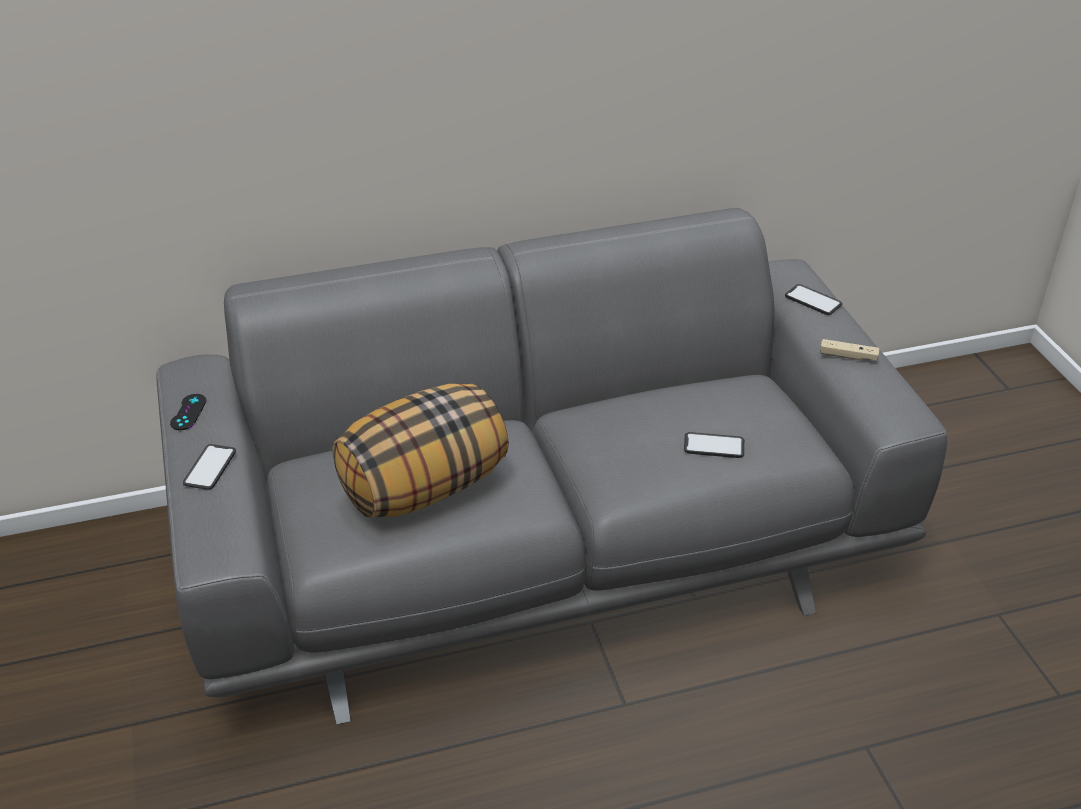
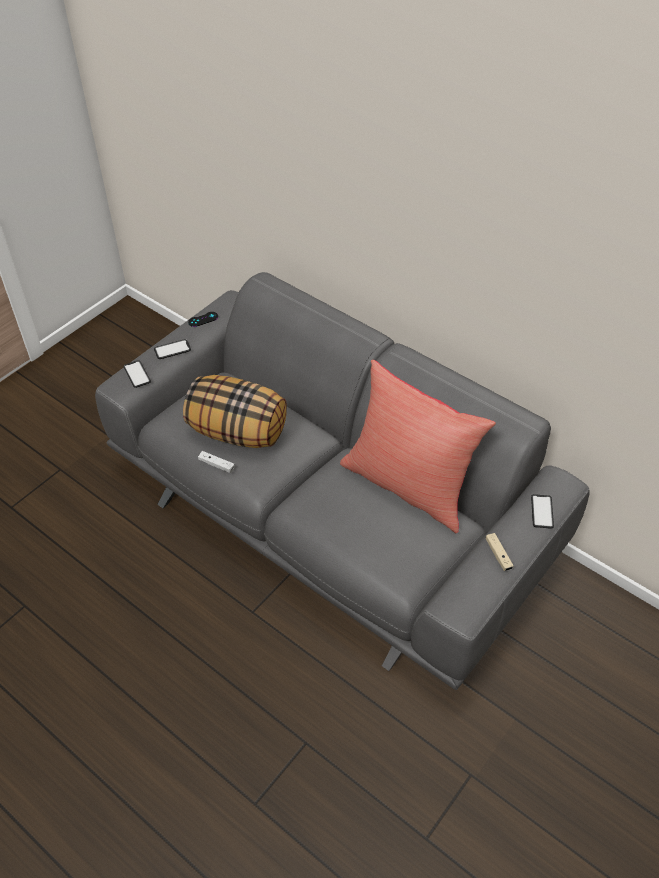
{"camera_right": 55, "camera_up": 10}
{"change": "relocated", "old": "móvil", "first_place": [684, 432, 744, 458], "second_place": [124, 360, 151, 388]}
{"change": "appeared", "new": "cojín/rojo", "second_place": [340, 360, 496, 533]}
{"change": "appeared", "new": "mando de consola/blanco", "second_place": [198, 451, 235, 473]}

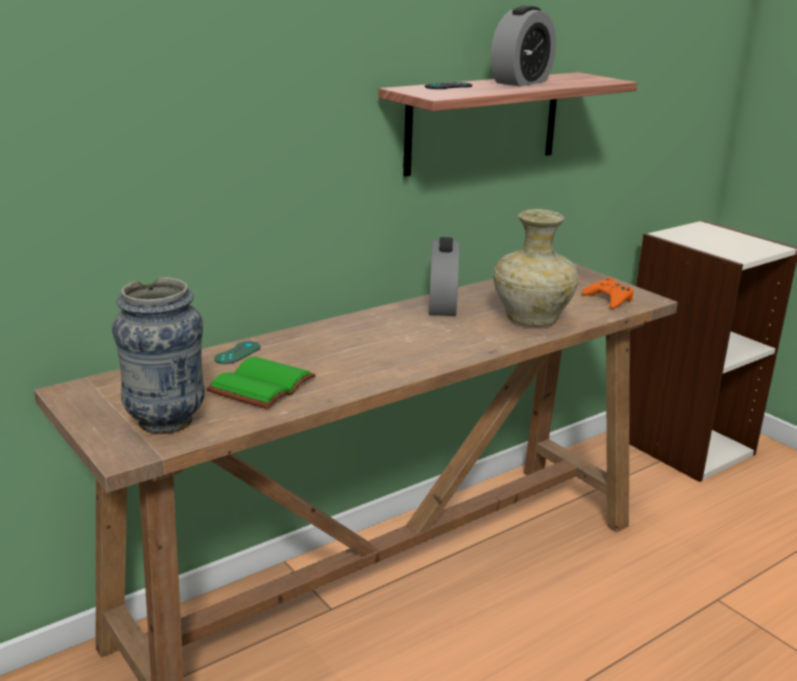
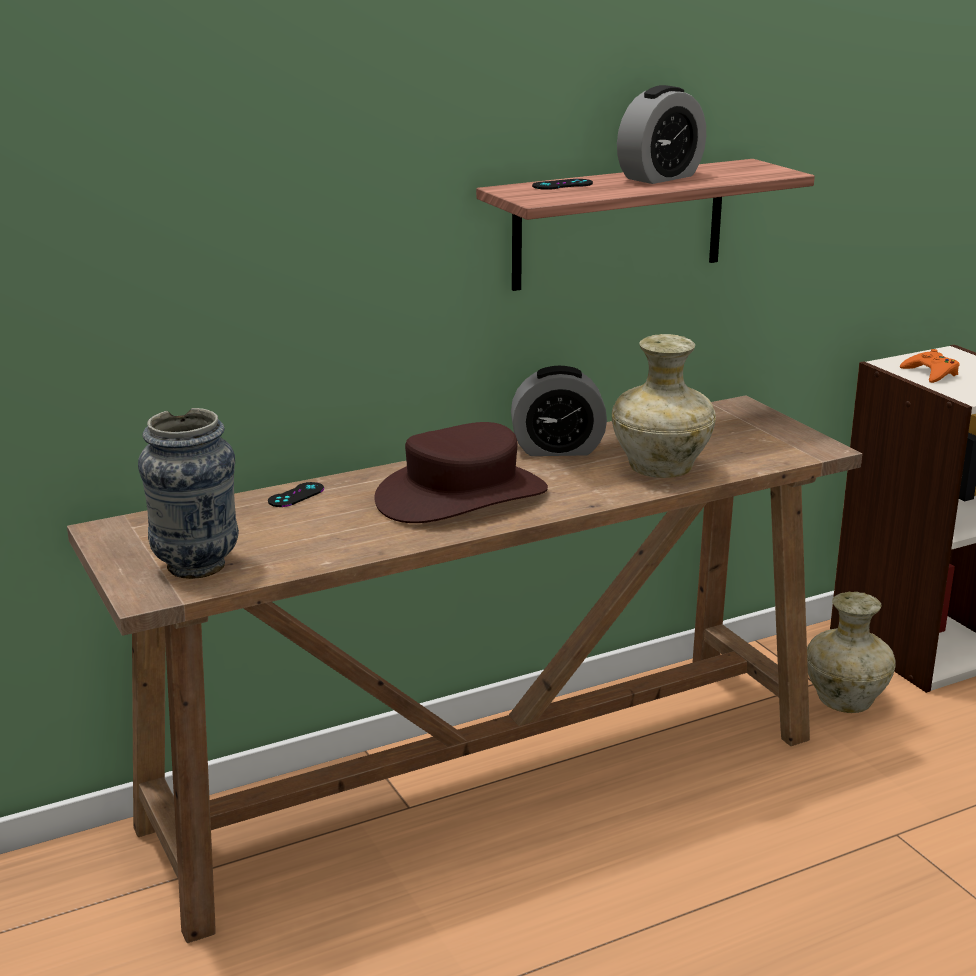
{"camera_right": 10, "camera_up": 0}
{"change": "spun", "old": "despertador", "first_place": [429, 237, 460, 316], "second_place": [511, 366, 607, 456], "degrees": -105}
{"change": "relocated", "old": "mando de consola/naranja", "first_place": [581, 278, 634, 309], "second_place": [900, 349, 959, 383]}
{"change": "colour", "old": "mando de consola/verde", "new": "mando de consola/negro", "first_place": [214, 341, 260, 364], "second_place": [268, 482, 324, 507]}
{"change": "missing", "old": "libro/verde", "first_place": [206, 356, 316, 409]}
{"change": "appeared", "new": "sombrero/marrón", "second_place": [374, 422, 548, 523]}
{"change": "appeared", "new": "florero/beis", "second_place": [807, 592, 896, 713]}

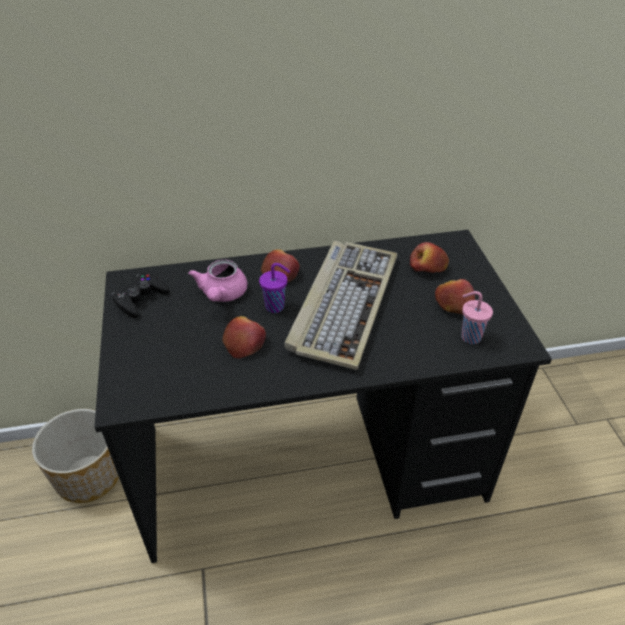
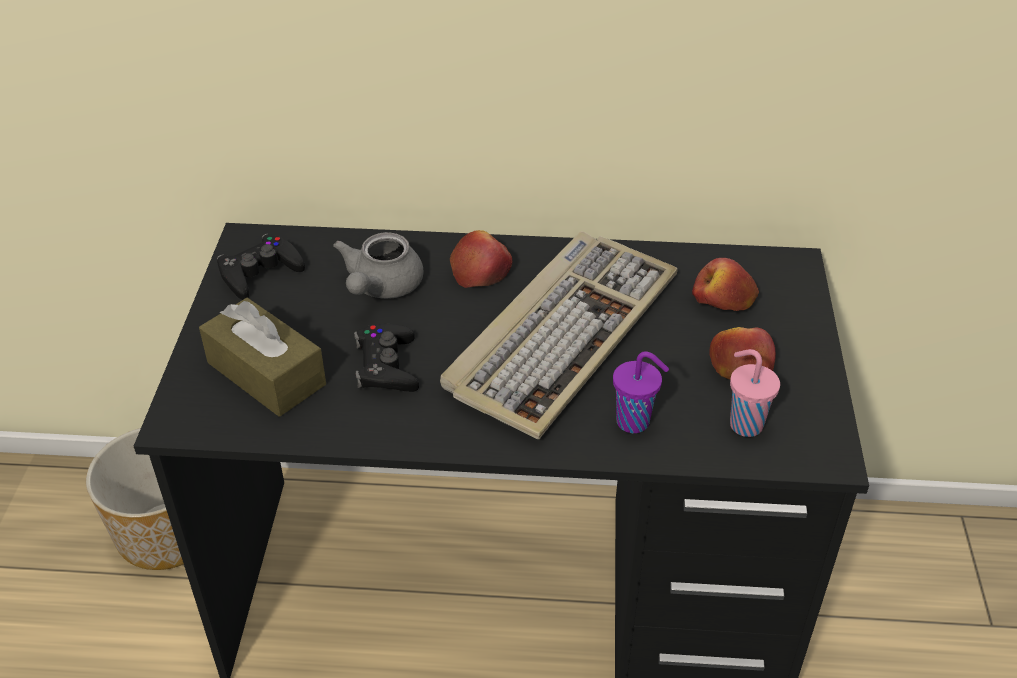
{"camera_right": 15, "camera_up": 0}
{"change": "colour", "old": "tetera/rosa", "new": "tetera/gris", "first_place": [189, 260, 247, 302], "second_place": [333, 232, 424, 299]}
{"change": "relocated", "old": "taza/morado", "first_place": [259, 263, 290, 313], "second_place": [613, 351, 669, 433]}
{"change": "exchanged", "old": "manzana", "new": "mando de consola/negro", "first_place": [222, 316, 266, 359], "second_place": [354, 323, 419, 392]}
{"change": "appeared", "new": "caja de pañuelos/marrón", "second_place": [199, 298, 326, 417]}

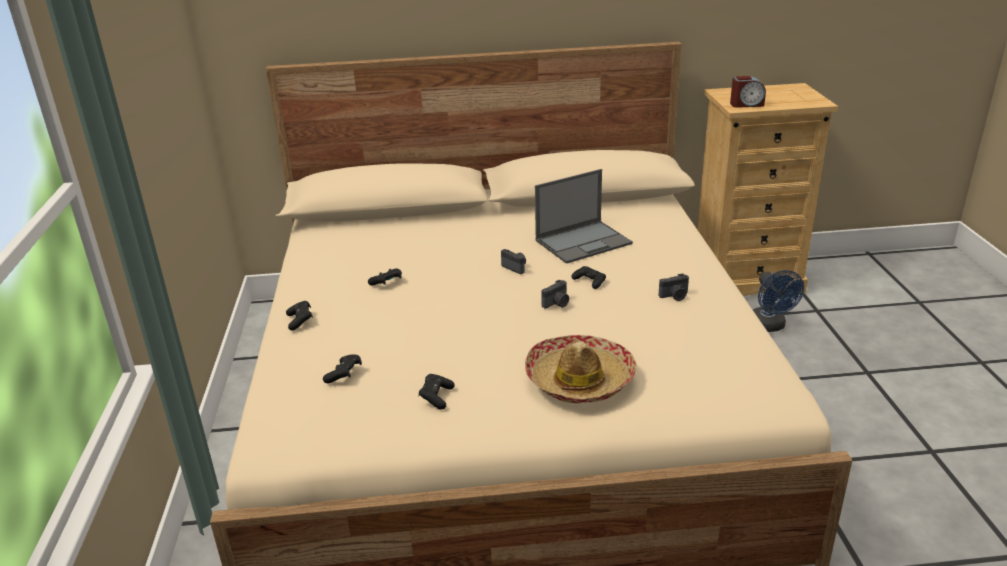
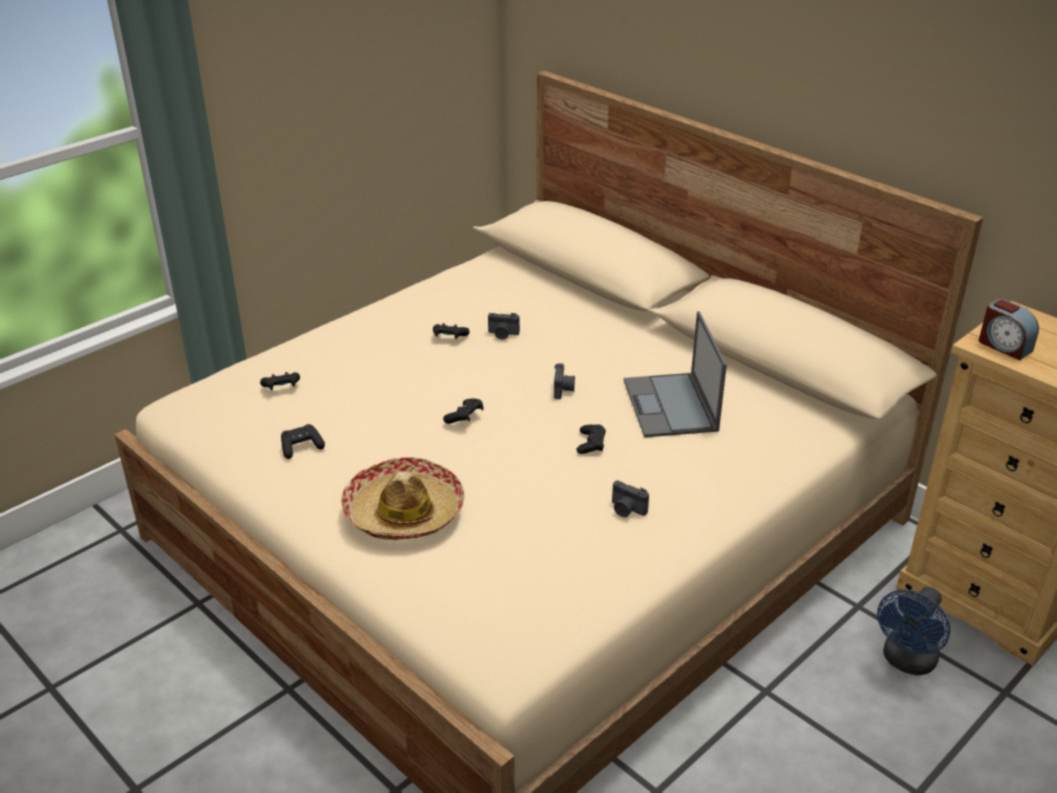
{"camera_right": 50, "camera_up": 5}
{"change": "spun", "old": "portátil", "first_place": [535, 169, 633, 264], "second_place": [624, 311, 727, 437], "degrees": 60}
{"change": "relocated", "old": "cámara", "first_place": [541, 280, 569, 308], "second_place": [488, 313, 520, 340]}
{"change": "relocated", "old": "mando de consola/negro", "first_place": [286, 301, 313, 331], "second_place": [443, 398, 483, 424]}

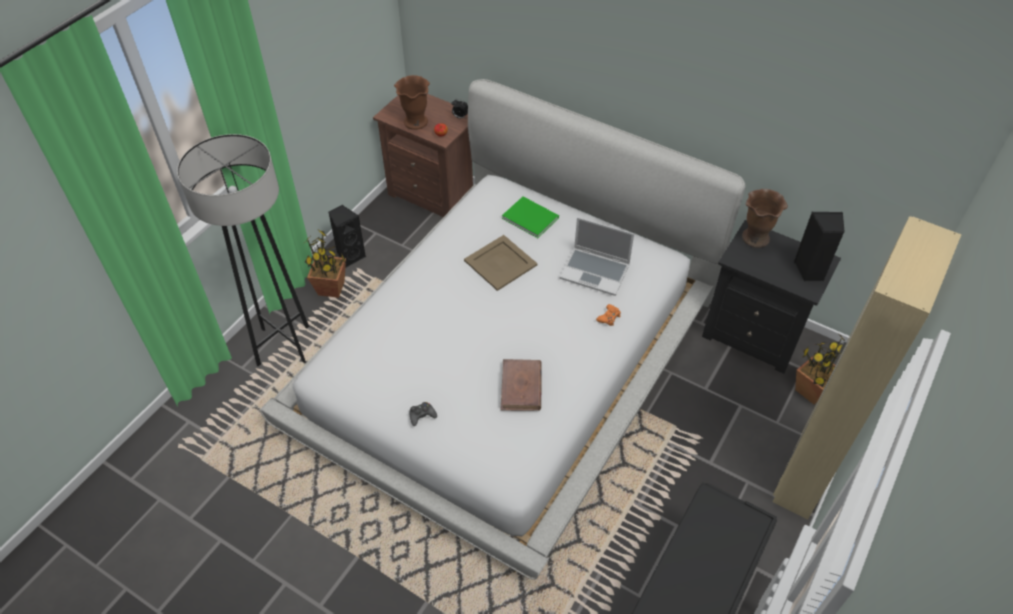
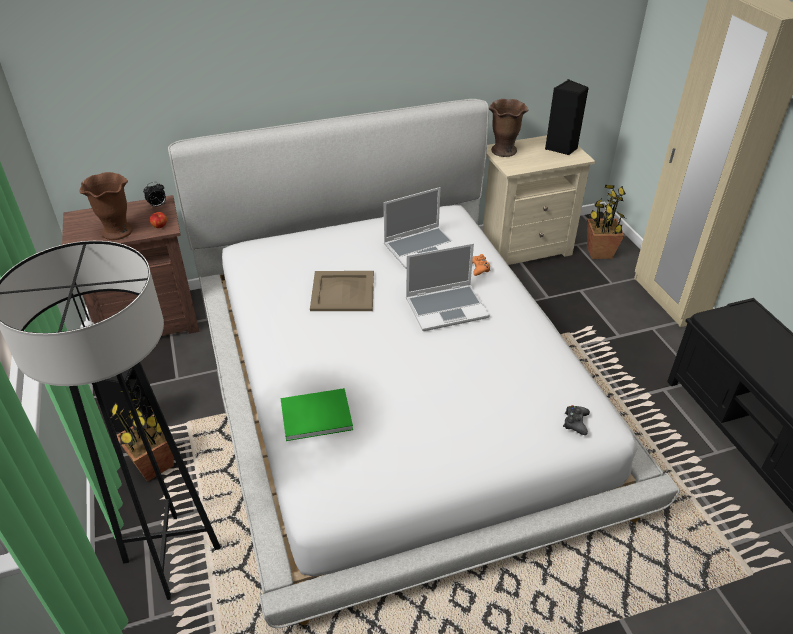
{"camera_right": -50, "camera_up": -10}
{"change": "relocated", "old": "libro/verde", "first_place": [502, 196, 559, 238], "second_place": [281, 388, 353, 441]}
{"change": "colour", "old": "mesita de noche/negro", "new": "mesita de noche/beis", "first_place": [702, 220, 841, 374], "second_place": [483, 135, 595, 265]}
{"change": "missing", "old": "libro/marrón", "first_place": [501, 359, 542, 411]}
{"change": "relocated", "old": "mando de consola/negro", "first_place": [410, 402, 437, 426], "second_place": [563, 405, 590, 435]}
{"change": "appeared", "new": "portátil", "second_place": [406, 243, 489, 331]}

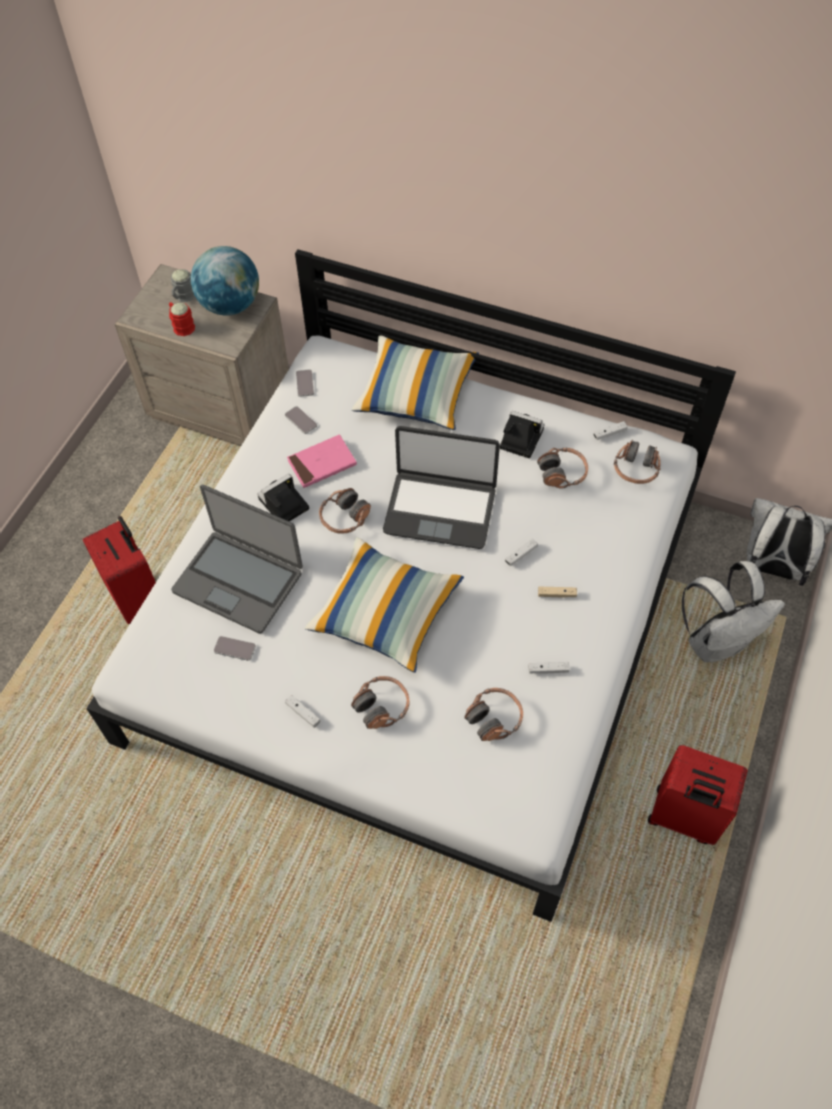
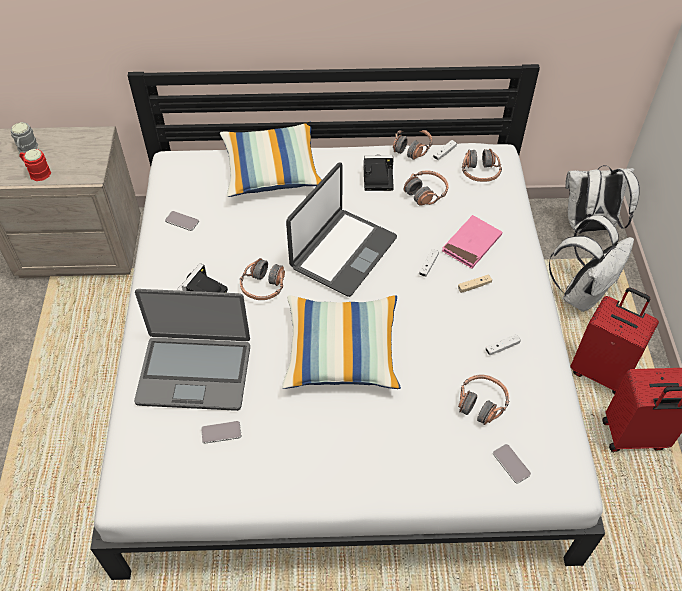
{"camera_right": -25, "camera_up": -5}
{"change": "missing", "old": "globo terráqueo", "first_place": [191, 246, 259, 315]}
{"change": "relocated", "old": "móvil", "first_place": [296, 369, 314, 397], "second_place": [493, 444, 531, 484]}
{"change": "spun", "old": "portátil", "first_place": [383, 426, 500, 549], "second_place": [286, 163, 397, 297], "degrees": -45}
{"change": "relocated", "old": "libro/rosa", "first_place": [287, 434, 357, 488], "second_place": [442, 215, 502, 268]}
{"change": "relocated", "old": "maleta/rojo", "first_place": [83, 516, 156, 624], "second_place": [571, 288, 659, 394]}
{"change": "relocated", "old": "auriculares", "first_place": [351, 676, 409, 729], "second_place": [393, 130, 432, 160]}
{"change": "missing", "old": "mando de consola/blanco", "first_place": [285, 695, 320, 728]}

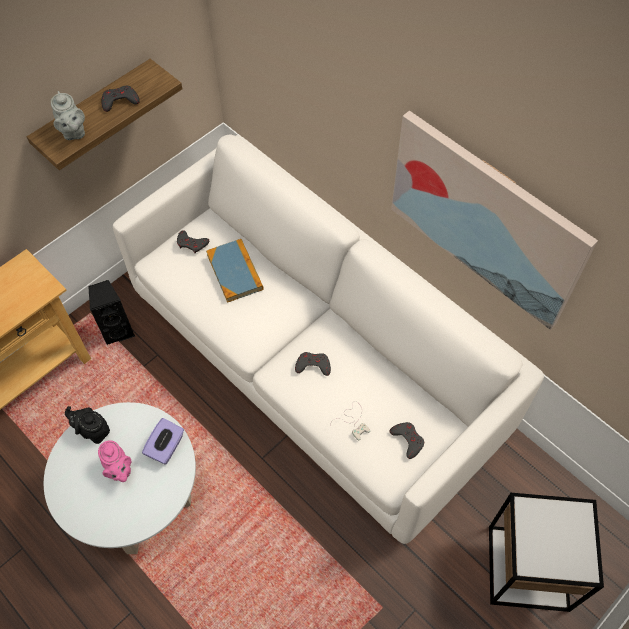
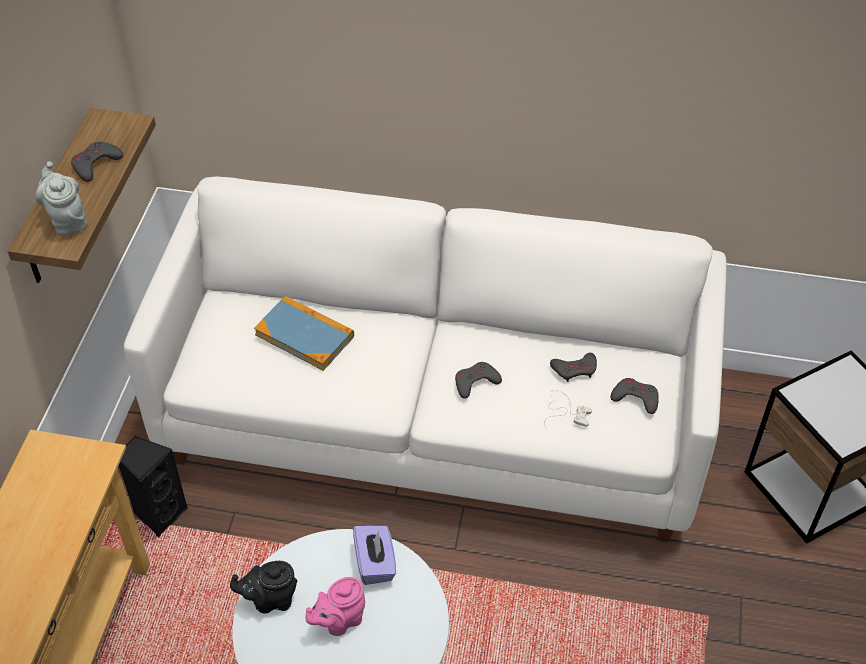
{"camera_right": -35, "camera_up": -10}
{"change": "spun", "old": "tetera/gris", "first_place": [51, 91, 85, 140], "second_place": [36, 161, 87, 235], "degrees": -150}
{"change": "missing", "old": "cuadro", "first_place": [391, 111, 598, 330]}
{"change": "relocated", "old": "mando de consola/gris", "first_place": [177, 230, 209, 254], "second_place": [550, 353, 597, 382]}
{"change": "spun", "old": "tetera/rosa", "first_place": [98, 440, 132, 482], "second_place": [305, 577, 365, 636], "degrees": 120}

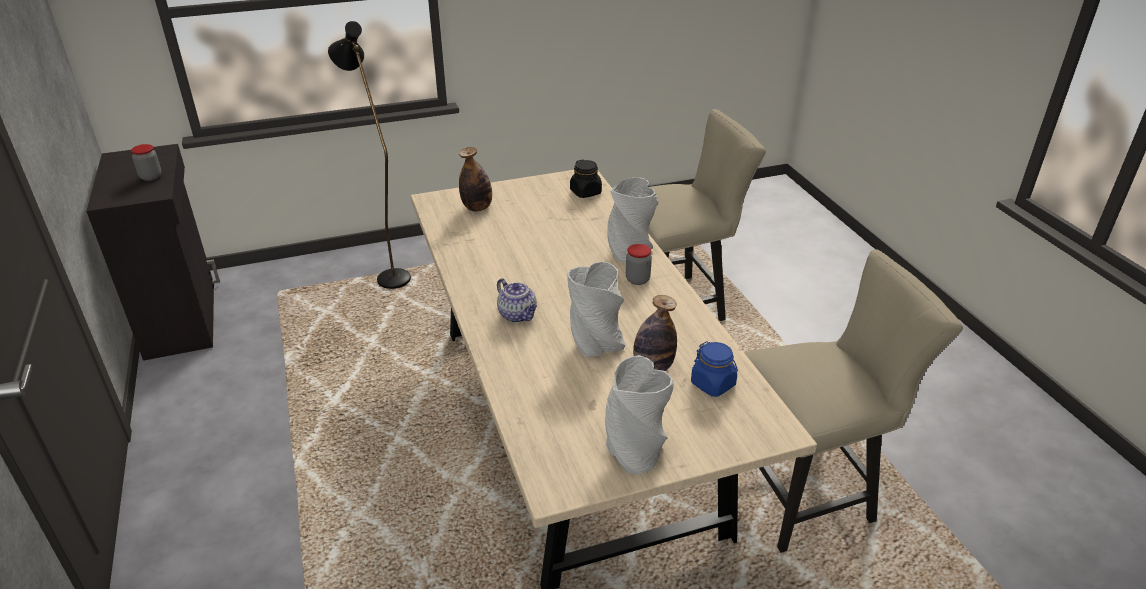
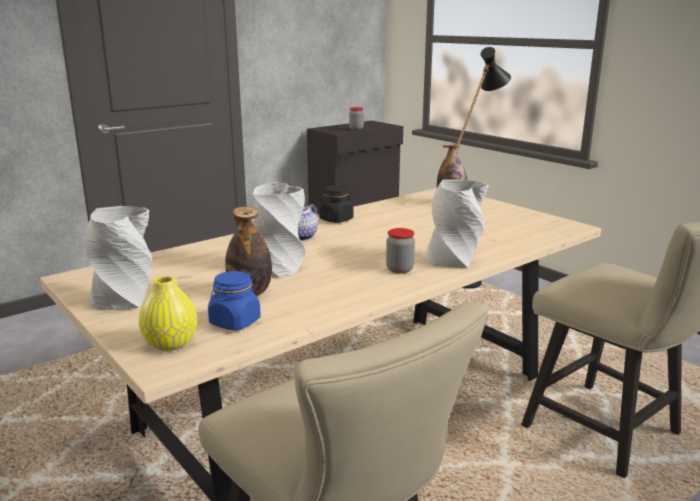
{"camera_right": 70, "camera_up": -15}
{"change": "relocated", "old": "tarro/negro", "first_place": [570, 160, 602, 198], "second_place": [319, 185, 353, 223]}
{"change": "appeared", "new": "florero/amarillo", "second_place": [139, 276, 197, 351]}

